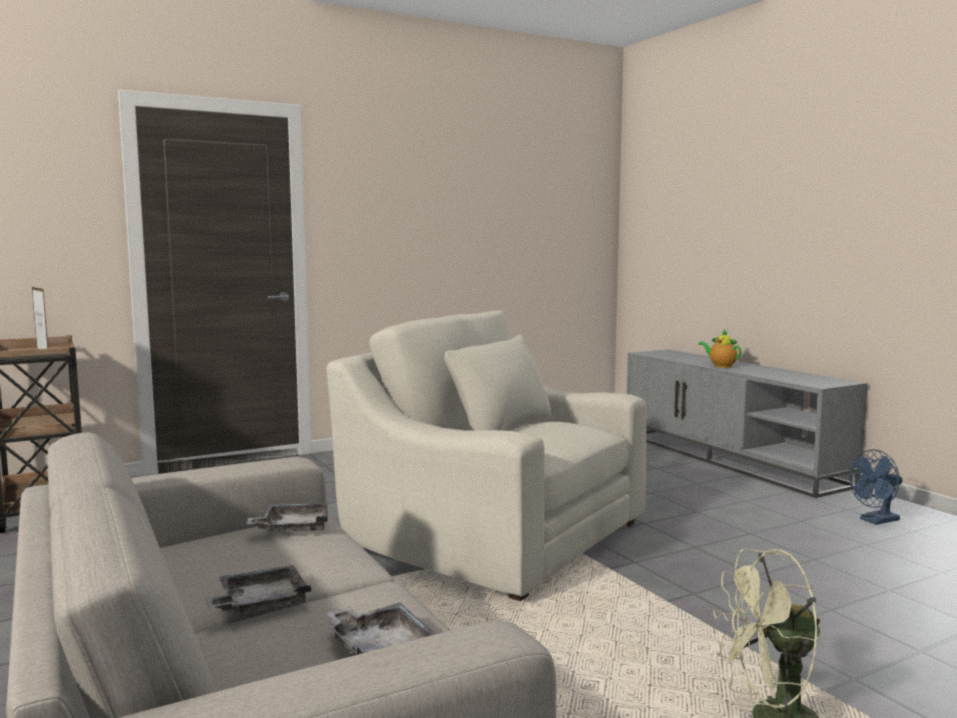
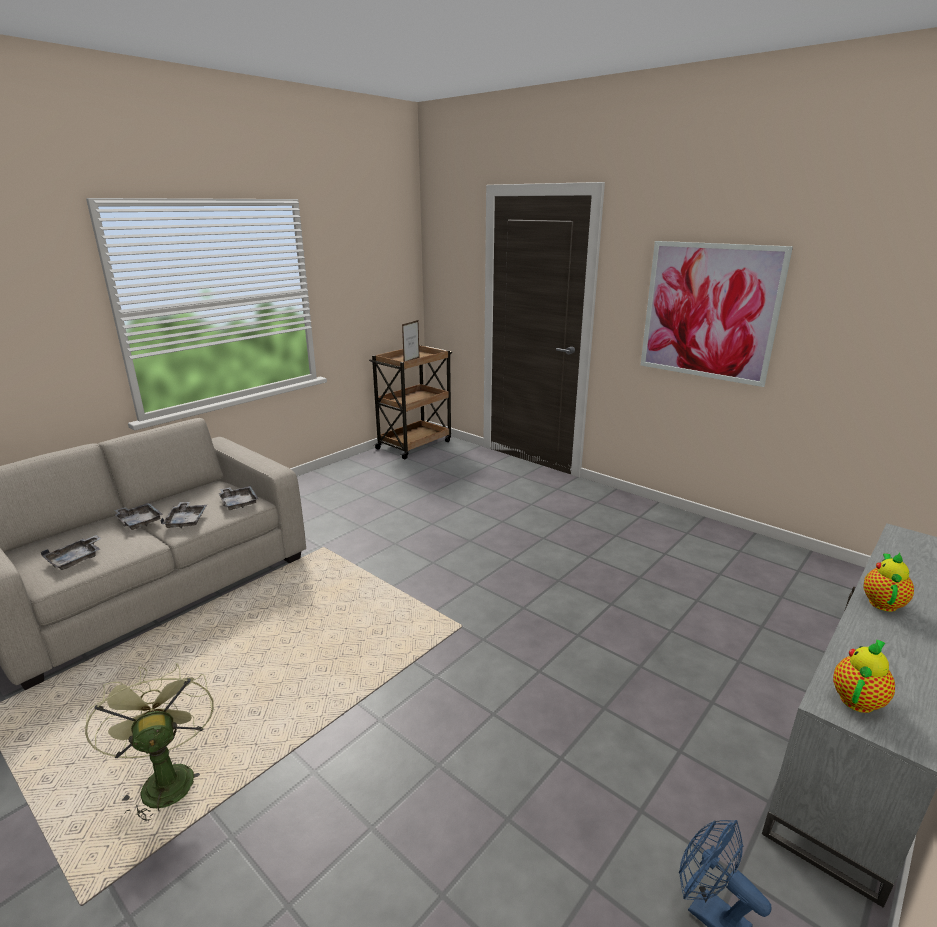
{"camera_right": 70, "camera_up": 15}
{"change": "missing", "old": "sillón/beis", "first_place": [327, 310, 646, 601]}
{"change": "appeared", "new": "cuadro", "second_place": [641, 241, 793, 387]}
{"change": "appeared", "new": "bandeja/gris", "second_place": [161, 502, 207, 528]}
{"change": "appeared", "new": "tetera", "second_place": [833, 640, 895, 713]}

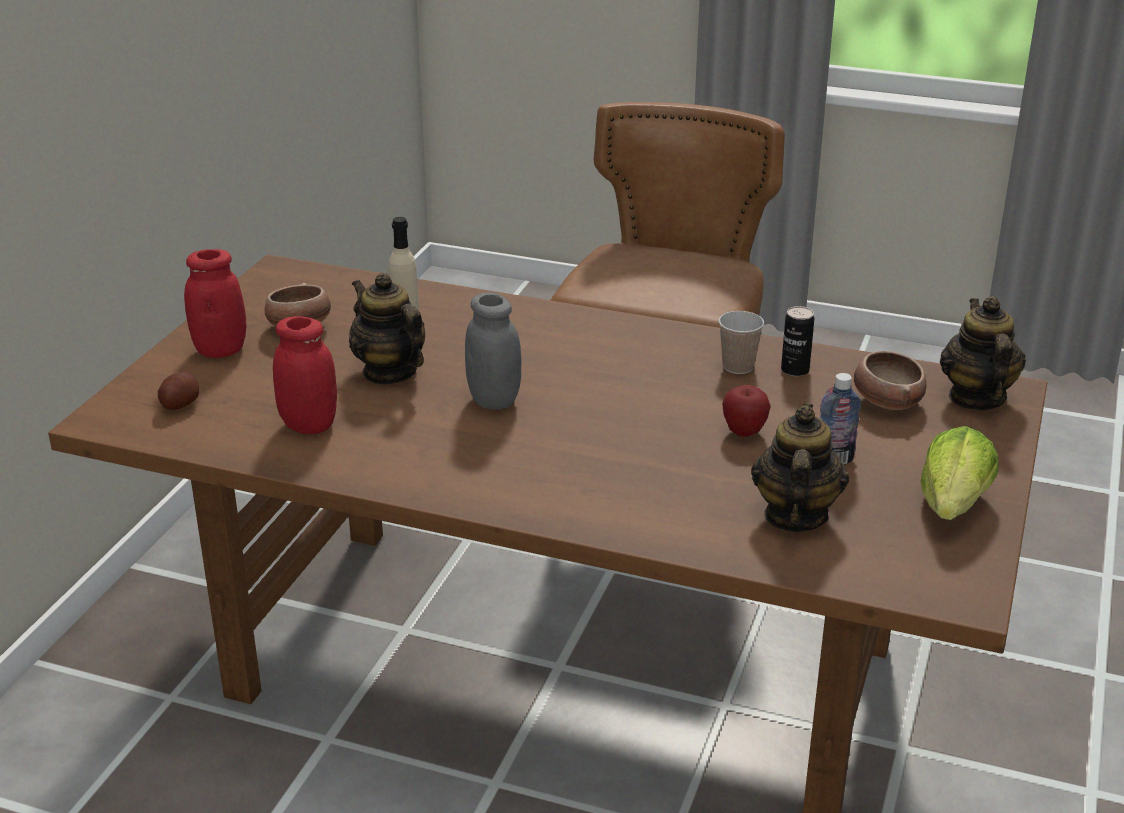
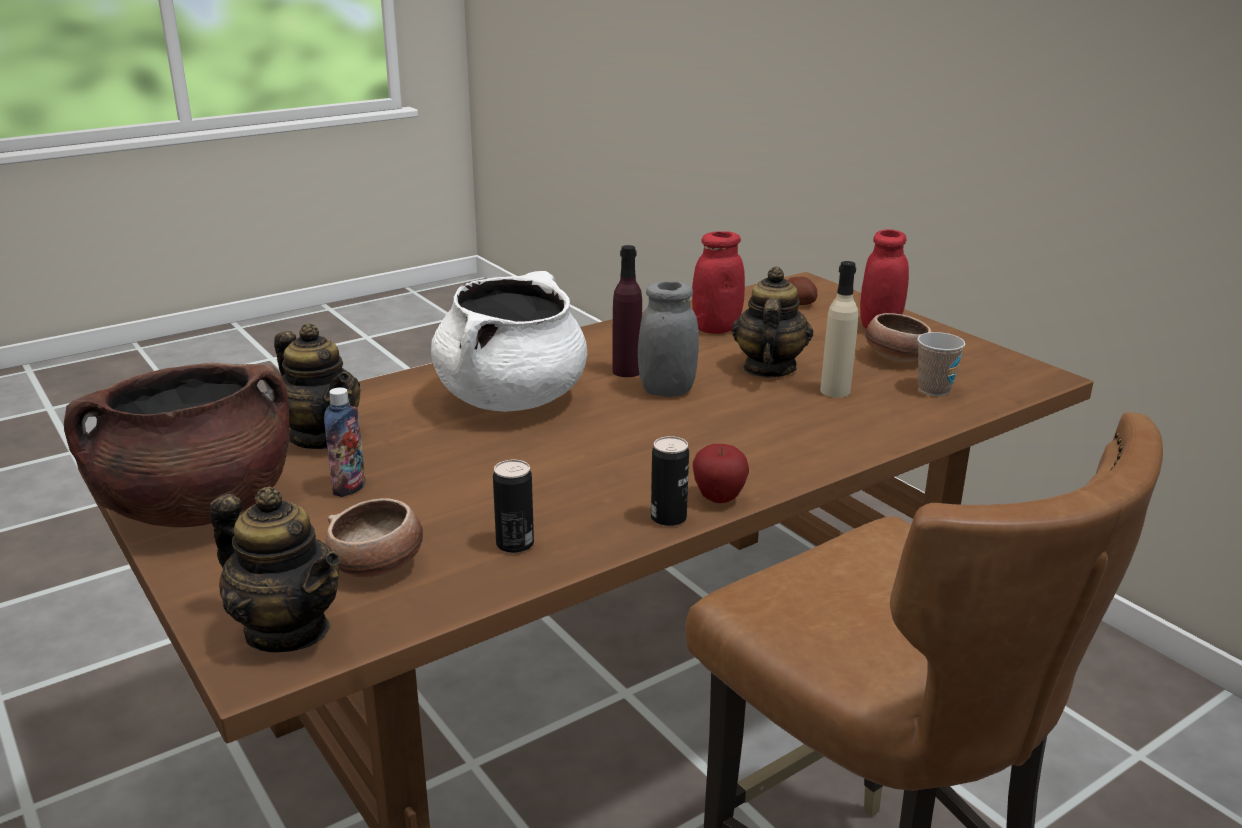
{"camera_right": 125, "camera_up": -5}
{"change": "spun", "old": "tetera", "first_place": [349, 273, 425, 385], "second_place": [732, 266, 813, 377], "degrees": -75}
{"change": "relocated", "old": "taza", "first_place": [719, 311, 764, 374], "second_place": [917, 332, 965, 396]}
{"change": "relocated", "old": "manzana", "first_place": [722, 385, 771, 437], "second_place": [693, 444, 749, 503]}
{"change": "exchanged", "old": "lechuga", "new": "olla/marrón", "first_place": [921, 426, 999, 520], "second_place": [64, 363, 290, 527]}
{"change": "appeared", "new": "botella/morado", "second_place": [613, 245, 642, 377]}
{"change": "appeared", "new": "olla/blanco", "second_place": [431, 271, 587, 412]}
{"change": "appeared", "new": "lata", "second_place": [651, 436, 689, 526]}

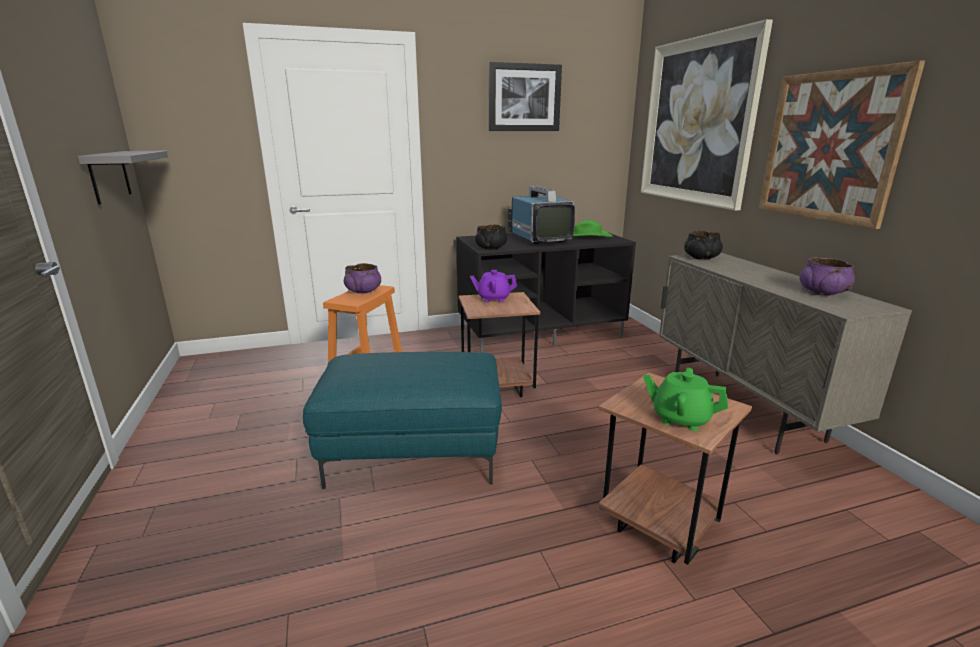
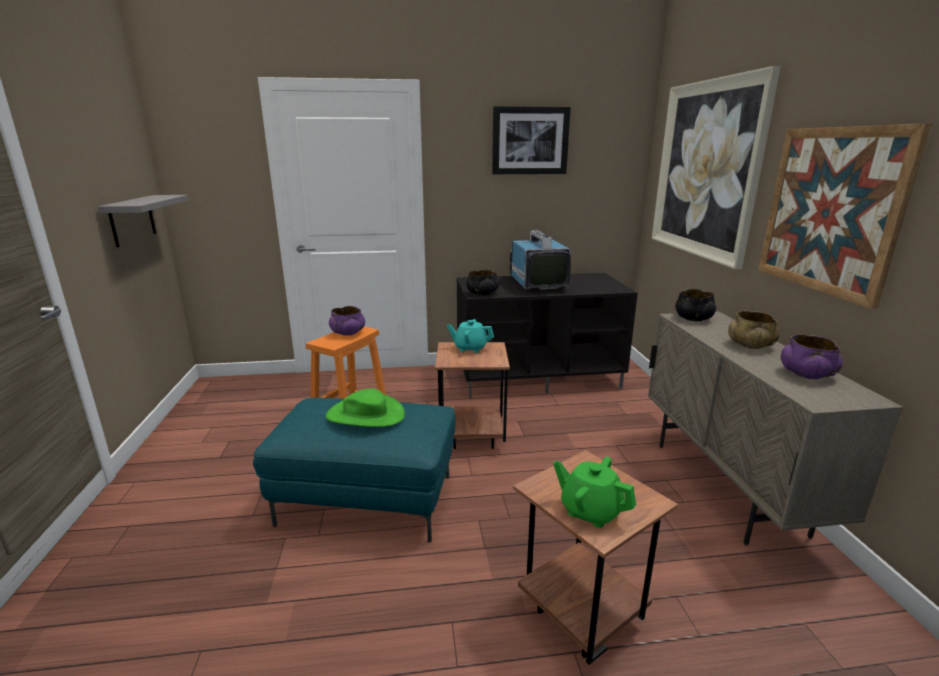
{"camera_right": 10, "camera_up": 0}
{"change": "relocated", "old": "sombrero/verde", "first_place": [573, 220, 613, 237], "second_place": [326, 388, 405, 427]}
{"change": "colour", "old": "tetera/morado", "new": "tetera/turquesa", "first_place": [470, 270, 517, 302], "second_place": [447, 319, 494, 353]}
{"change": "appeared", "new": "cuenco/beis", "second_place": [728, 311, 780, 349]}

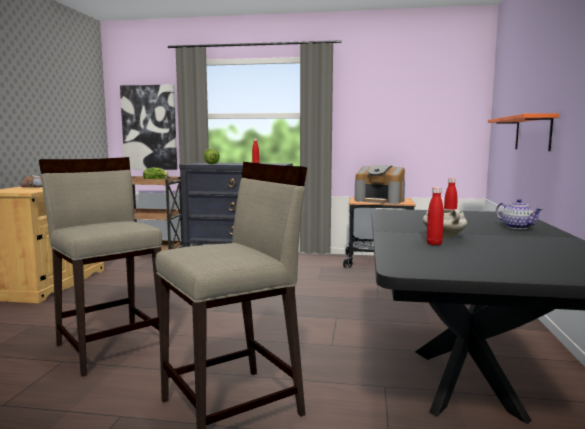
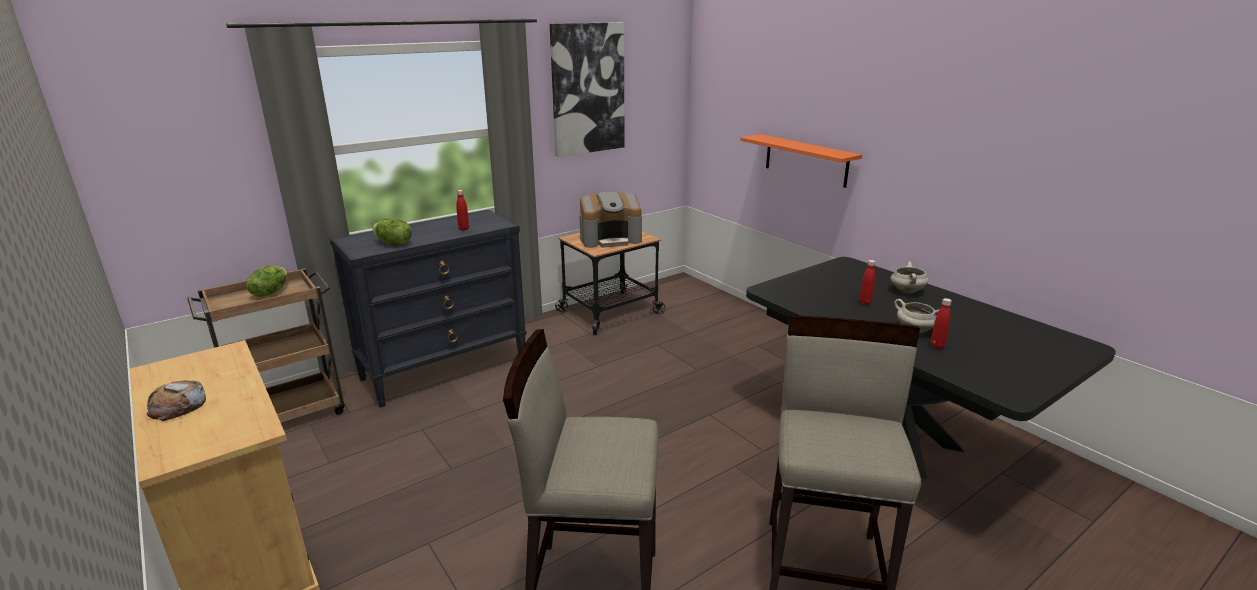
{"camera_right": -45, "camera_up": 15}
{"change": "relocated", "old": "cuadro", "first_place": [120, 84, 177, 170], "second_place": [550, 22, 624, 157]}
{"change": "exchanged", "old": "tetera", "new": "olla/blanco", "first_place": [496, 199, 543, 229], "second_place": [891, 261, 928, 293]}

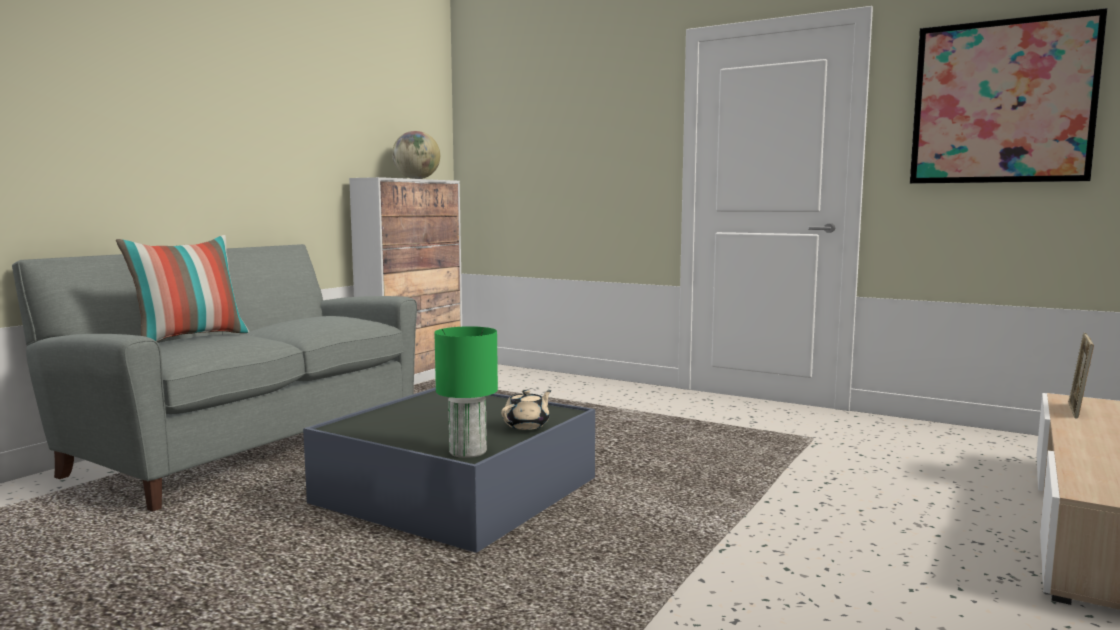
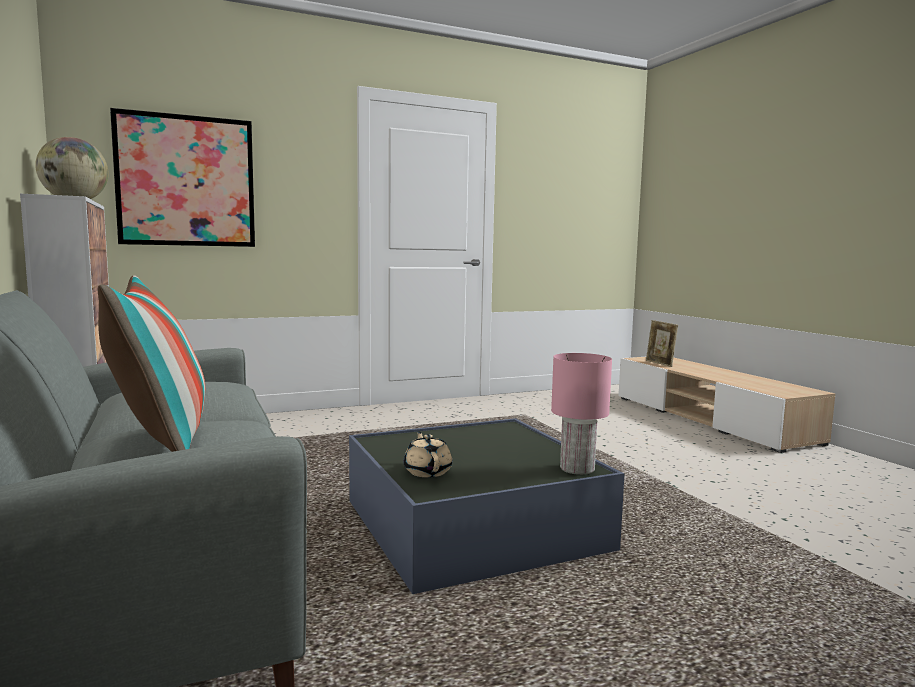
{"camera_right": -55, "camera_up": 0}
{"change": "relocated", "old": "cuadro", "first_place": [910, 8, 1107, 184], "second_place": [110, 108, 255, 247]}
{"change": "colour", "old": "lámpara de mesa/verde", "new": "lámpara de mesa/rosa", "first_place": [434, 326, 498, 458], "second_place": [551, 353, 612, 475]}
{"change": "relocated", "old": "tetera/beis", "first_place": [501, 390, 552, 430], "second_place": [403, 432, 452, 478]}

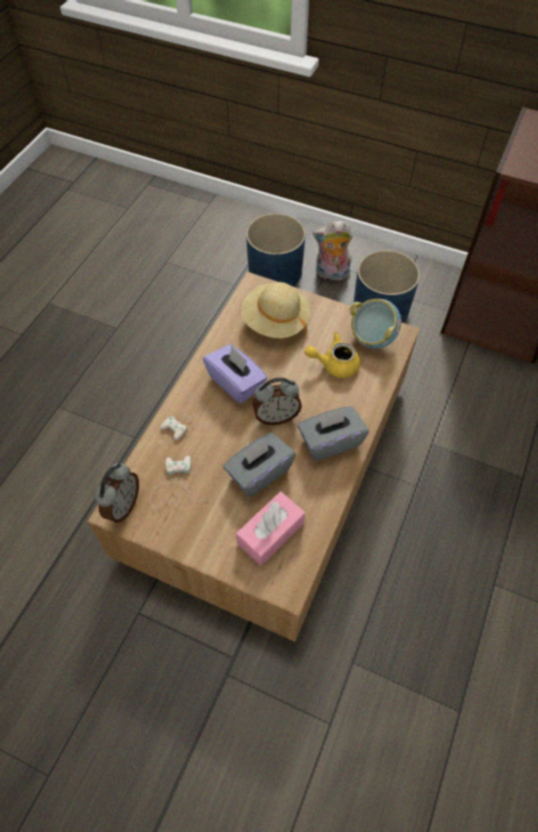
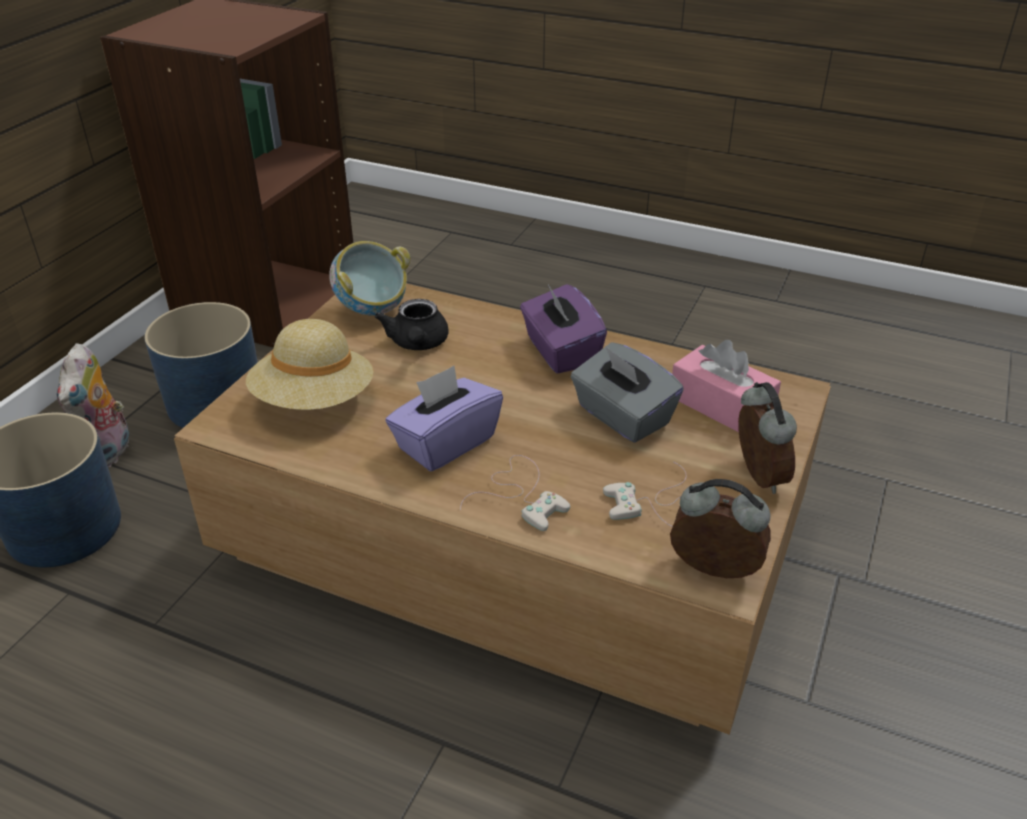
{"camera_right": -90, "camera_up": -20}
{"change": "colour", "old": "tetera/amarillo", "new": "tetera/negro", "first_place": [305, 332, 360, 378], "second_place": [375, 299, 449, 350]}
{"change": "relocated", "old": "despertador", "first_place": [253, 378, 302, 425], "second_place": [738, 382, 797, 494]}
{"change": "colour", "old": "caja de pañuelos/gris", "new": "caja de pañuelos/morado", "first_place": [298, 406, 369, 461], "second_place": [520, 284, 607, 374]}

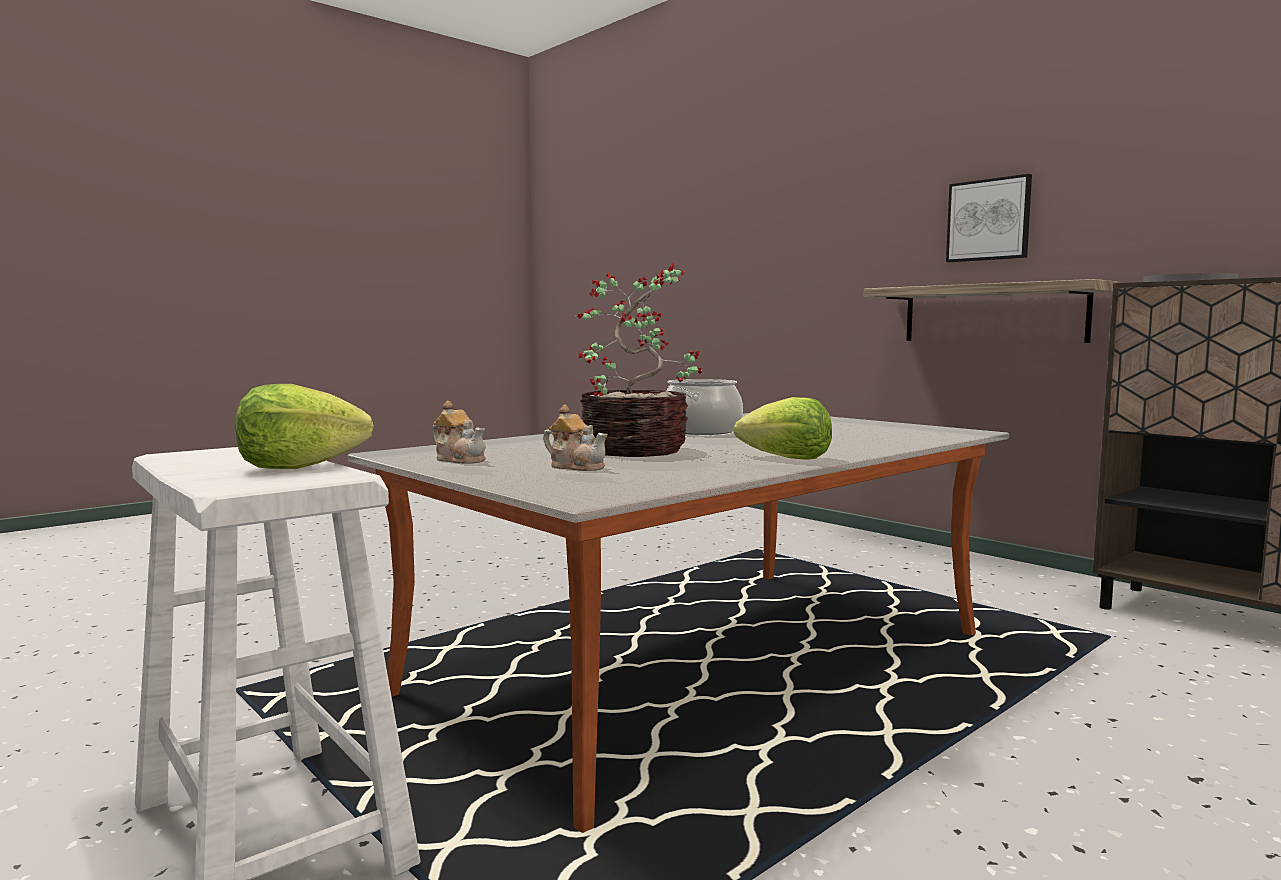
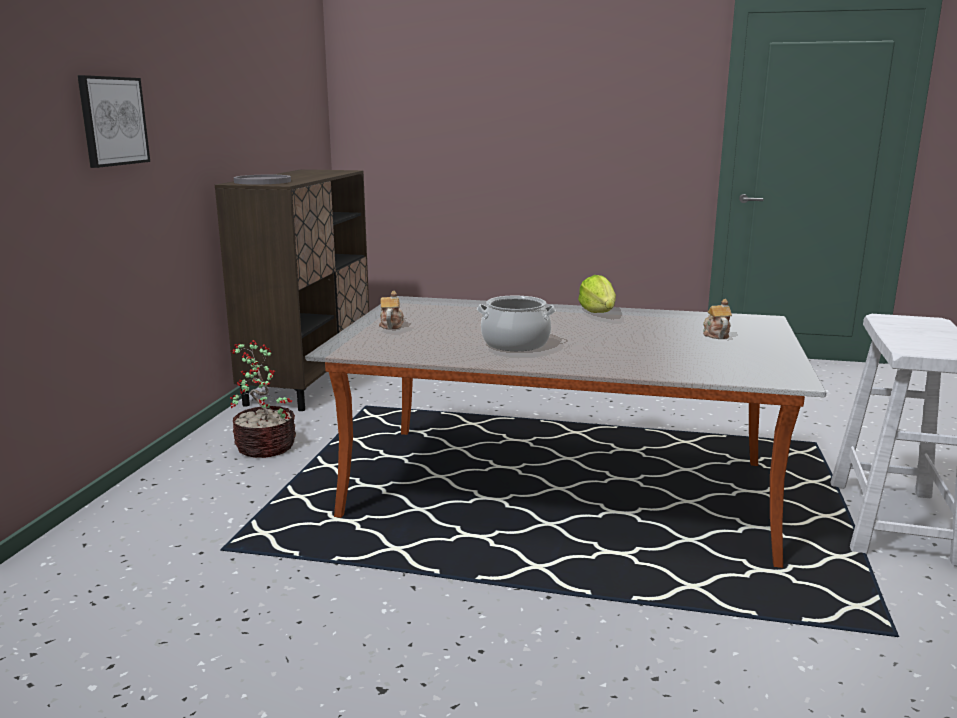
{"camera_right": -125, "camera_up": 10}
{"change": "relocated", "old": "planta en maceta", "first_place": [575, 263, 702, 457], "second_place": [230, 340, 296, 458]}
{"change": "missing", "old": "estante", "first_place": [863, 279, 1119, 343]}
{"change": "missing", "old": "lechuga", "first_place": [236, 384, 374, 469]}
{"change": "relocated", "old": "tetera", "first_place": [432, 401, 486, 464], "second_place": [379, 291, 404, 329]}

